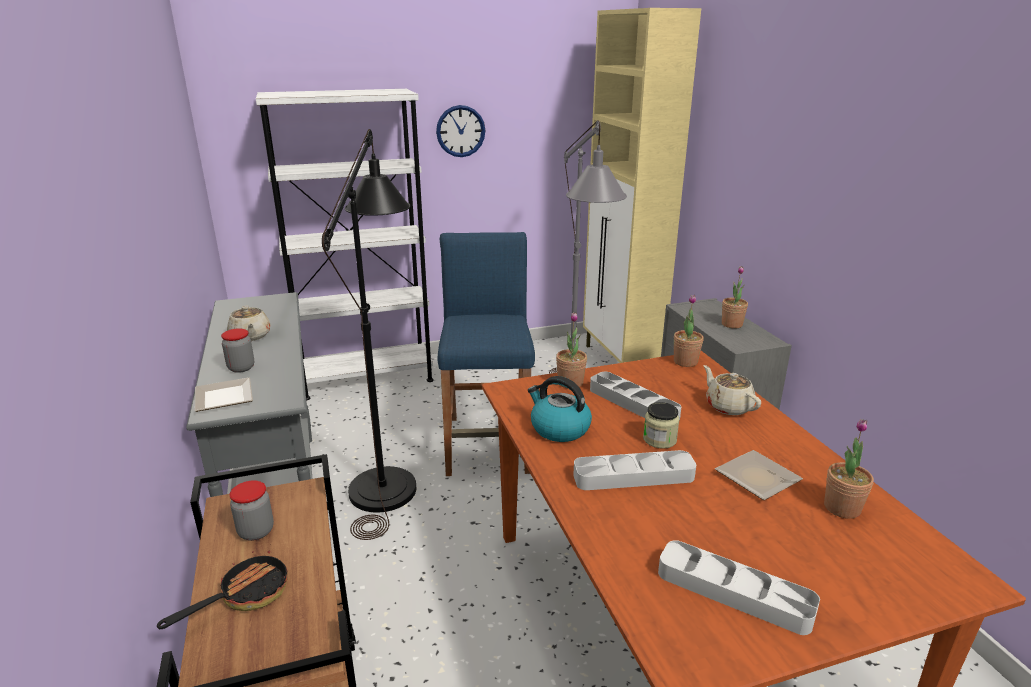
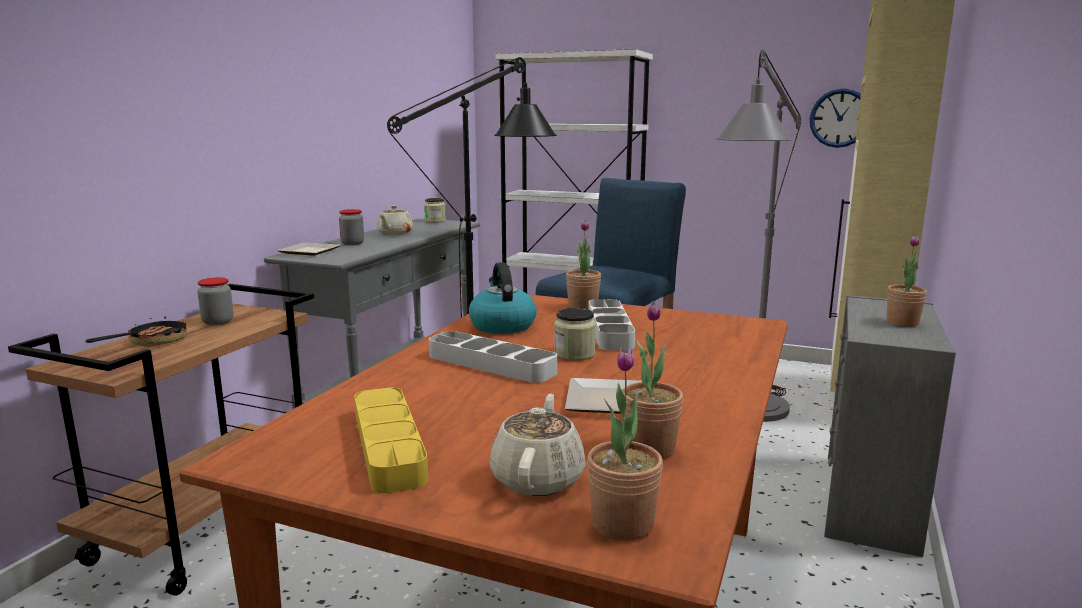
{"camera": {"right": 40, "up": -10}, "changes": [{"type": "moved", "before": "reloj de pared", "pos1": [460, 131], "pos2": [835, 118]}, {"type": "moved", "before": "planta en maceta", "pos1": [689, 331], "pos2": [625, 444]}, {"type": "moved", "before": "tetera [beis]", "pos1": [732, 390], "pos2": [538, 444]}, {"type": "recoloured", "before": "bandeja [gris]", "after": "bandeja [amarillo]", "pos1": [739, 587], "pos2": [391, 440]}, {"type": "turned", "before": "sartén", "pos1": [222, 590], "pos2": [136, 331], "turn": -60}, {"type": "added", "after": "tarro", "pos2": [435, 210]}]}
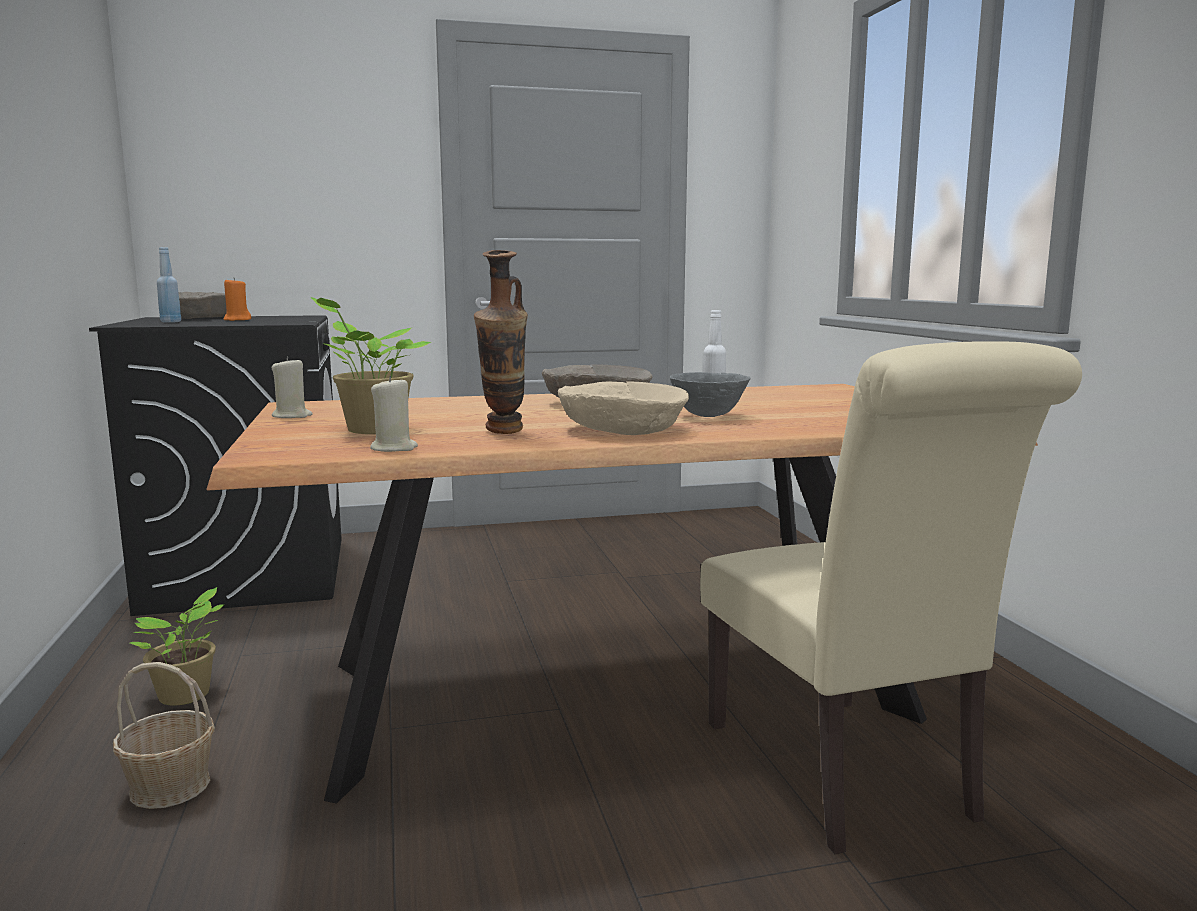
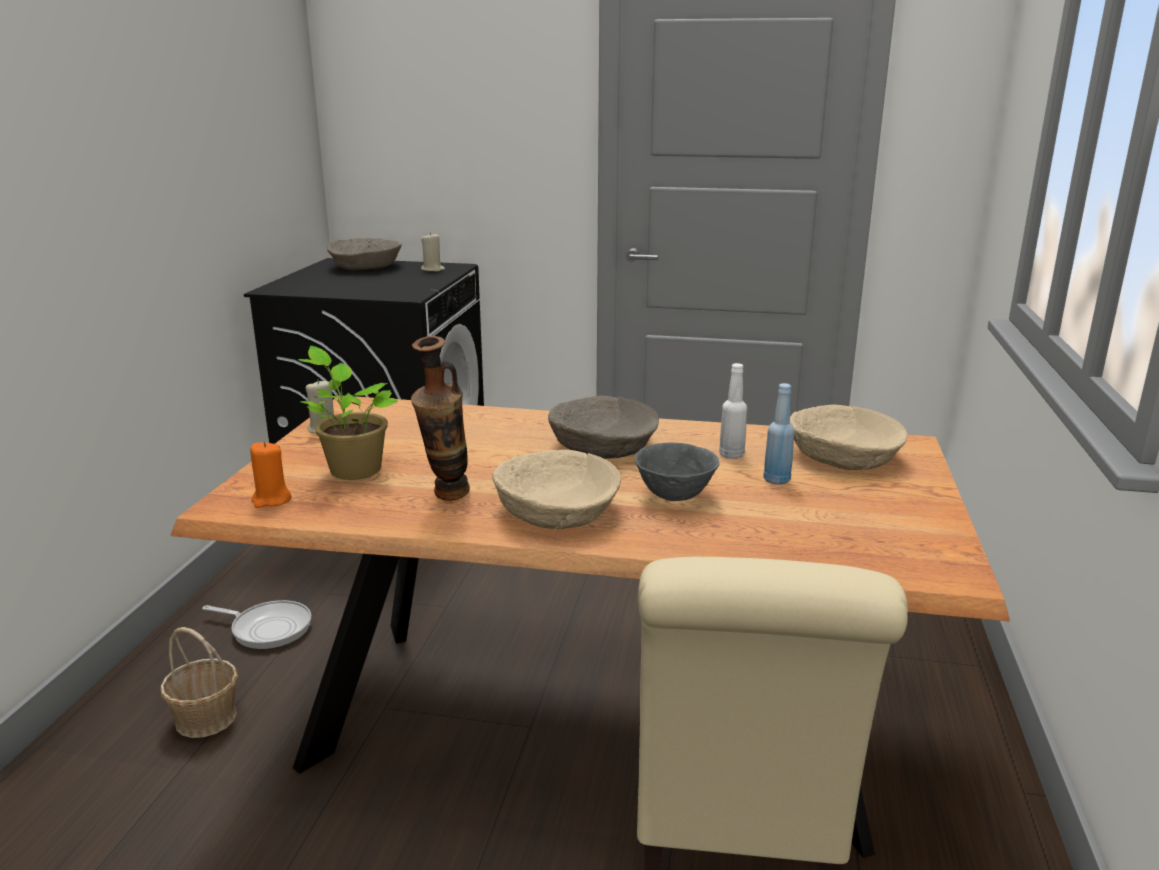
{"camera": {"right": 25, "up": 10}, "changes": [{"type": "moved", "before": "botella [azul]", "pos1": [169, 285], "pos2": [779, 434]}, {"type": "moved", "before": "vela [naranja]", "pos1": [237, 299], "pos2": [271, 474]}, {"type": "moved", "before": "vela [beis]", "pos1": [394, 414], "pos2": [433, 251]}, {"type": "replaced", "before": "planta en maceta", "after": "sartén", "pos1": [177, 646], "pos2": [256, 624]}, {"type": "added", "after": "cuenco [beis]", "pos2": [848, 437]}]}
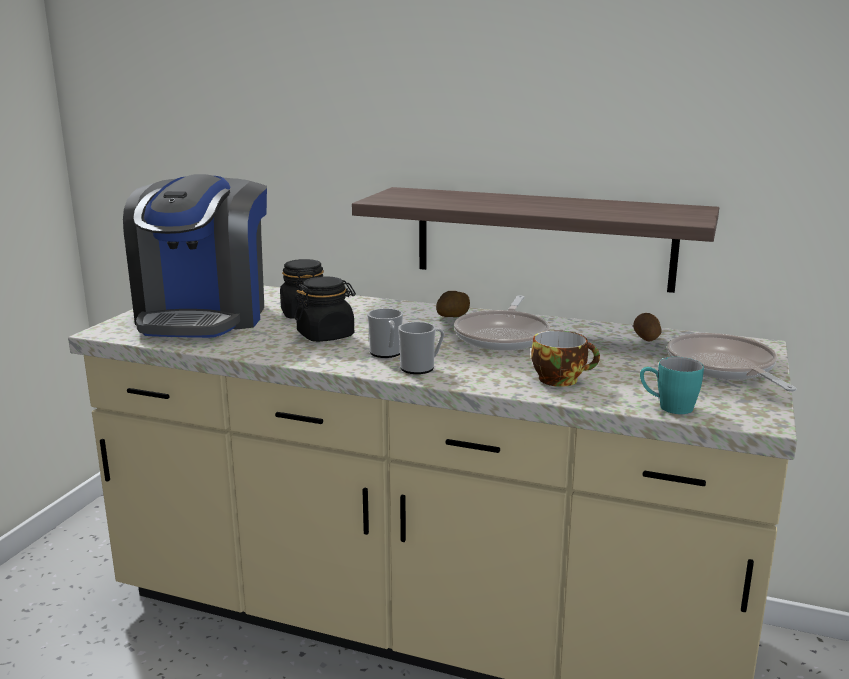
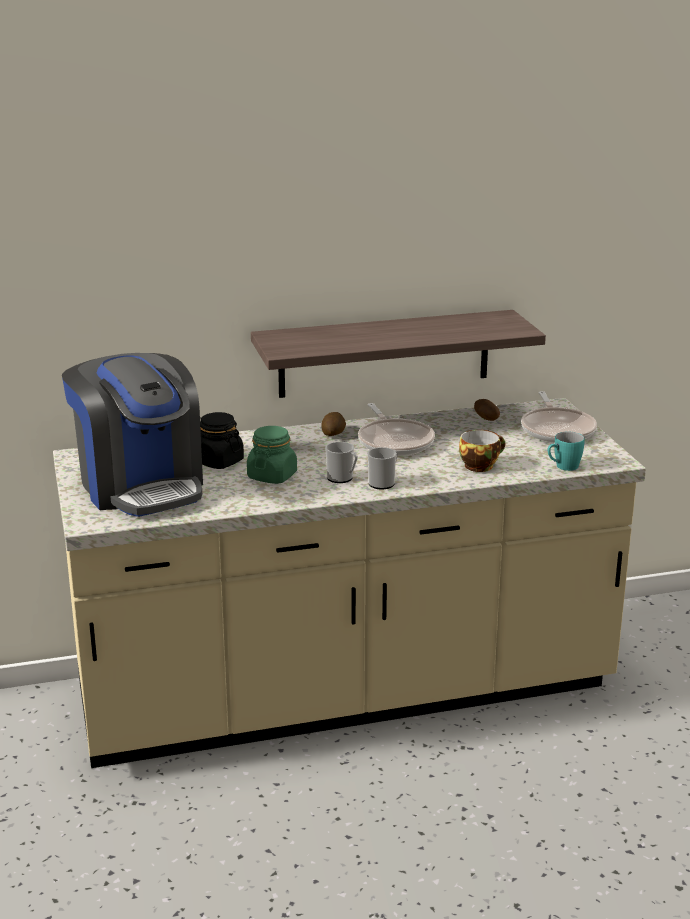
{"camera": {"right": -35, "up": 5}, "changes": [{"type": "recoloured", "before": "tarro [negro]", "after": "tarro [verde]", "pos1": [325, 309], "pos2": [272, 455]}, {"type": "turned", "before": "sartén", "pos1": [732, 362], "pos2": [559, 417], "turn": -135}]}
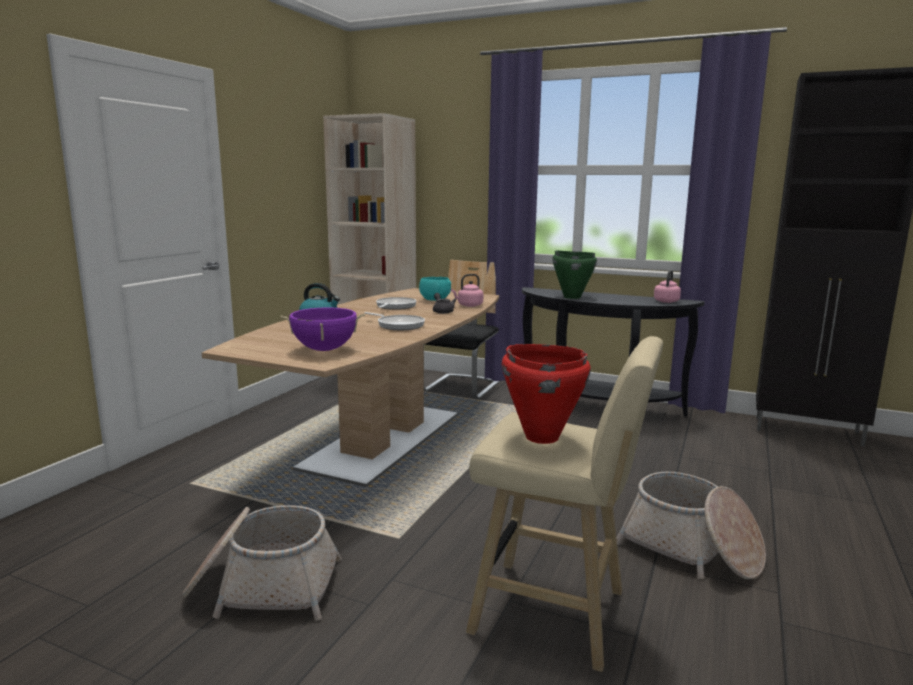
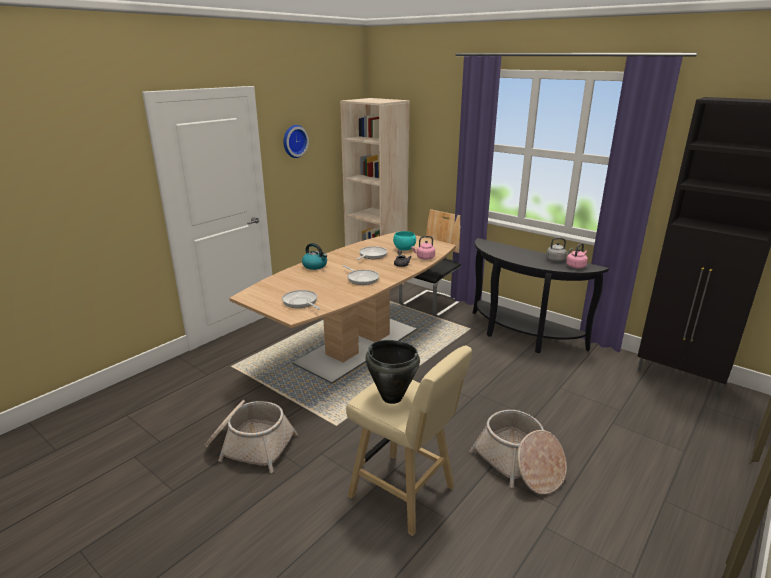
{"camera": {"right": 15, "up": 10}, "changes": [{"type": "removed", "before": "olla [verde]", "pos1": [574, 275]}, {"type": "replaced", "before": "olla [morado]", "after": "sartén", "pos1": [323, 329], "pos2": [301, 300]}, {"type": "recoloured", "before": "olla [rojo]", "after": "olla [negro]", "pos1": [546, 394], "pos2": [393, 372]}, {"type": "added", "after": "reloj de pared", "pos2": [296, 141]}, {"type": "added", "after": "hervidor [gris]", "pos2": [559, 250]}]}
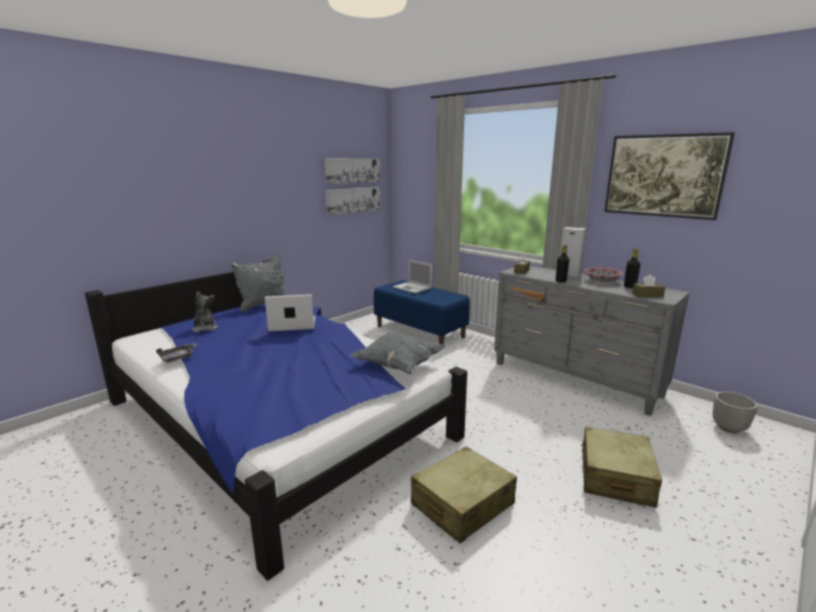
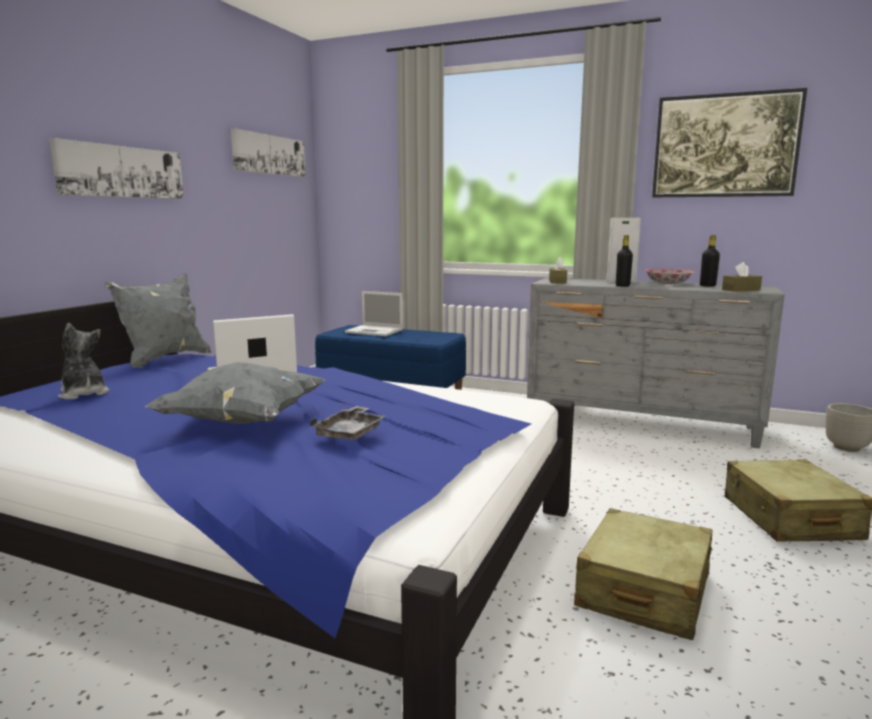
{"camera": {"right": -20, "up": -5}, "changes": [{"type": "moved", "before": "cuadro", "pos1": [353, 201], "pos2": [117, 168]}, {"type": "moved", "before": "cojín [gris]", "pos1": [398, 353], "pos2": [235, 393]}, {"type": "moved", "before": "bandeja [gris]", "pos1": [176, 353], "pos2": [348, 423]}]}
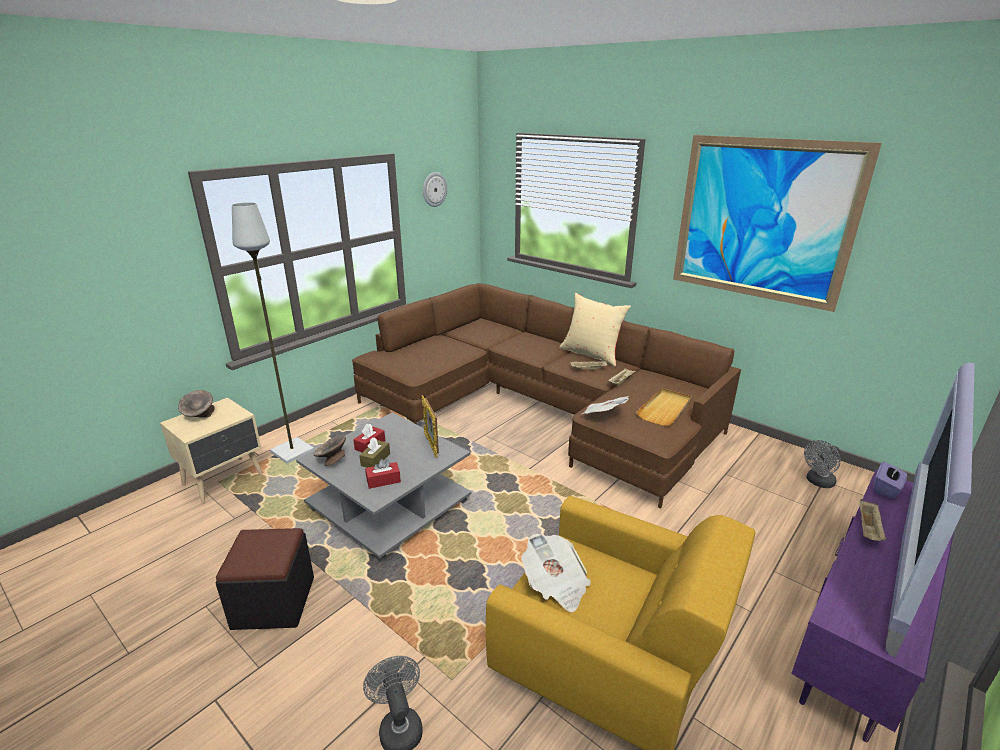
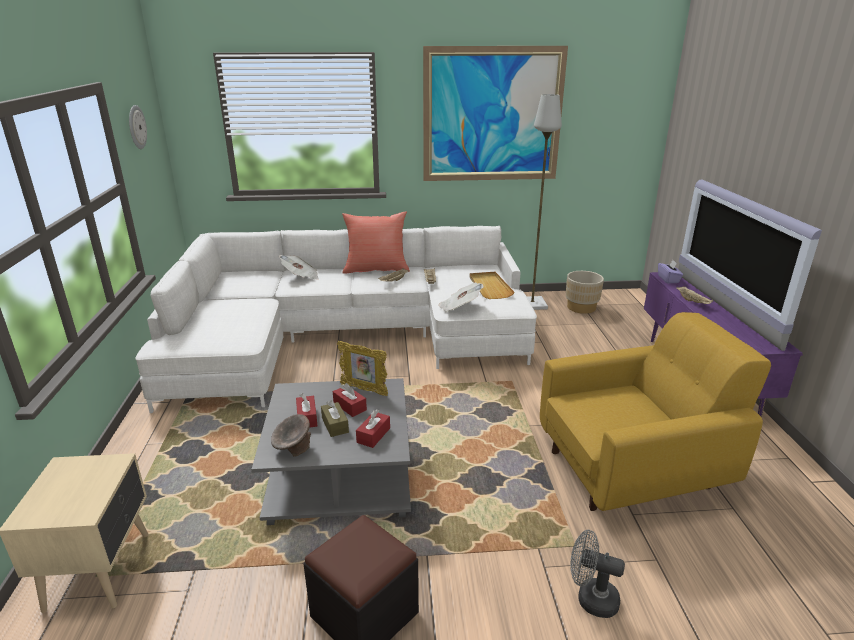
{"camera": {"right": -45, "up": 0}, "changes": [{"type": "moved", "before": "lámpara de pie [gris]", "pos1": [273, 333], "pos2": [544, 202]}, {"type": "recoloured", "before": "sofá [marrón]", "after": "sofá [blanco]", "pos1": [546, 396], "pos2": [336, 319]}, {"type": "recoloured", "before": "cojín [beis]", "after": "cojín [rojo]", "pos1": [595, 330], "pos2": [376, 243]}, {"type": "removed", "before": "cuenco [gris]", "pos1": [196, 404]}, {"type": "replaced", "before": "ventilador [gris]", "after": "maceta [beis]", "pos1": [822, 464], "pos2": [585, 292]}, {"type": "moved", "before": "periódico", "pos1": [556, 572], "pos2": [299, 267]}, {"type": "added", "after": "caja de pañuelos [rojo]", "pos2": [350, 400]}]}
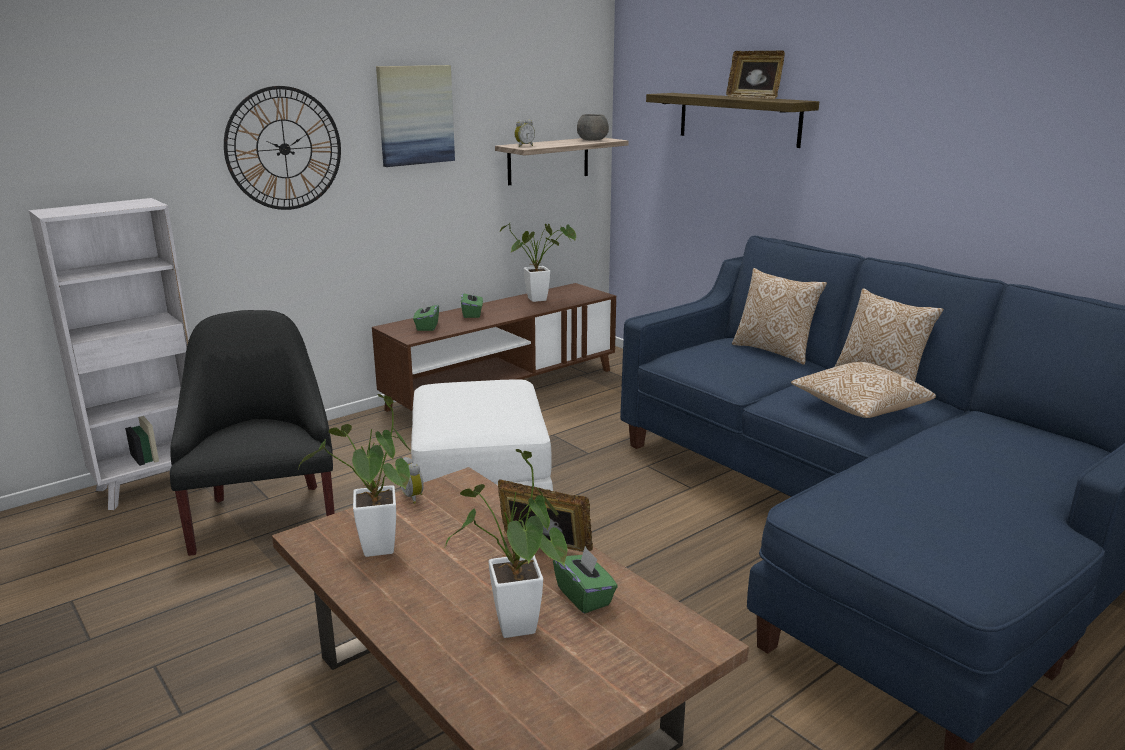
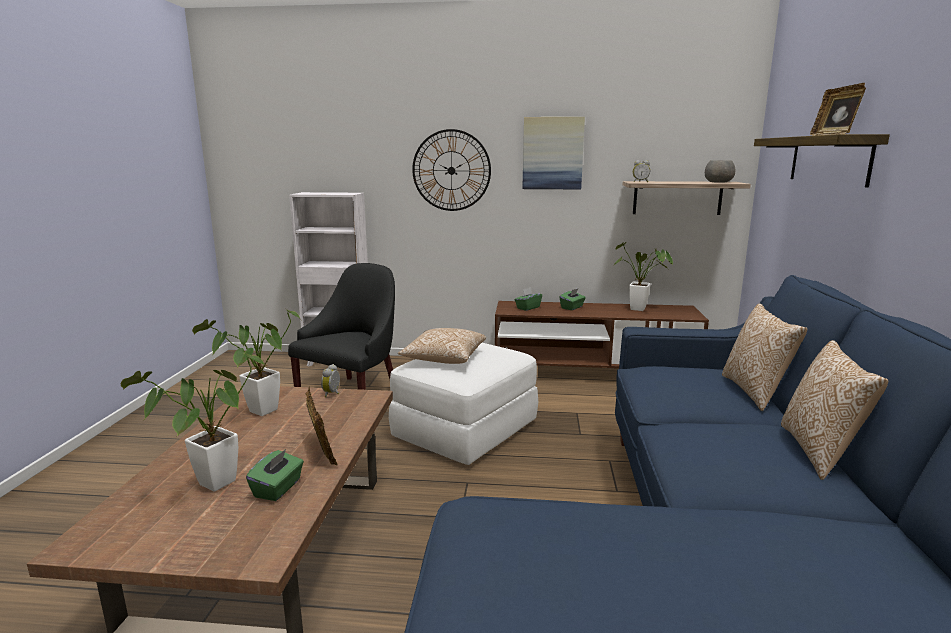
{"camera": {"right": 45, "up": -5}, "changes": [{"type": "moved", "before": "cojín", "pos1": [863, 390], "pos2": [442, 346]}]}
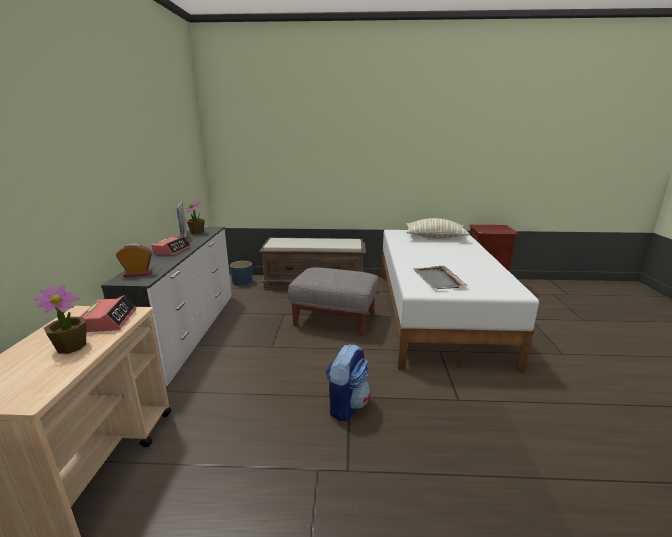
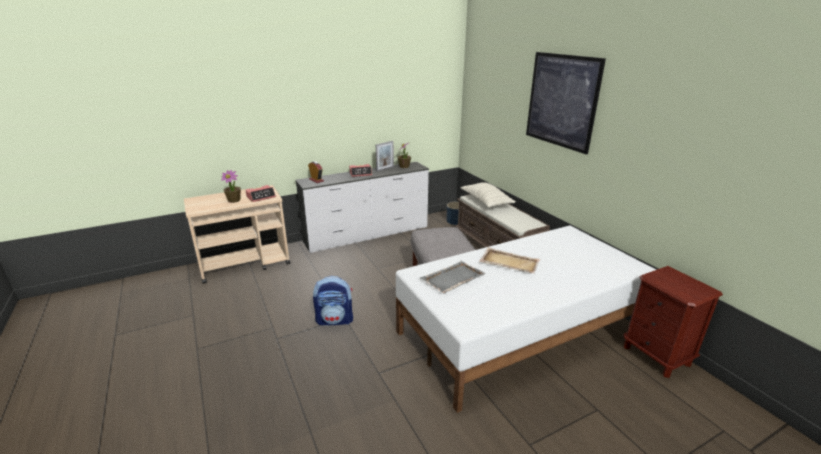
{"camera": {"right": 60, "up": 5}, "changes": [{"type": "moved", "before": "cojín", "pos1": [438, 228], "pos2": [488, 195]}, {"type": "added", "after": "cuadro", "pos2": [566, 103]}, {"type": "added", "after": "bandeja [beis]", "pos2": [510, 260]}]}
